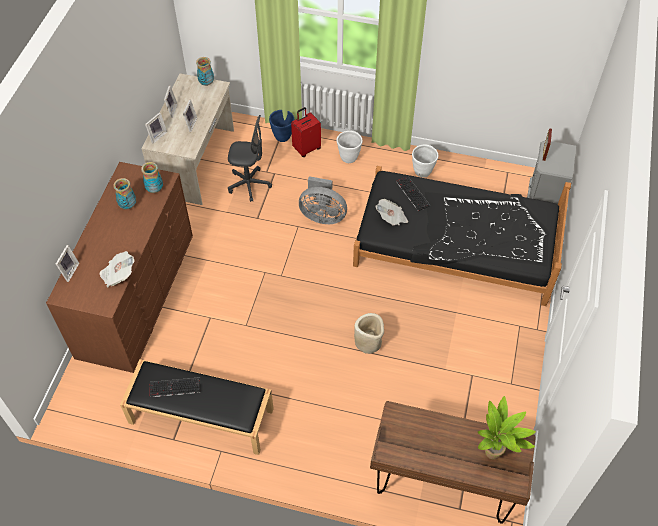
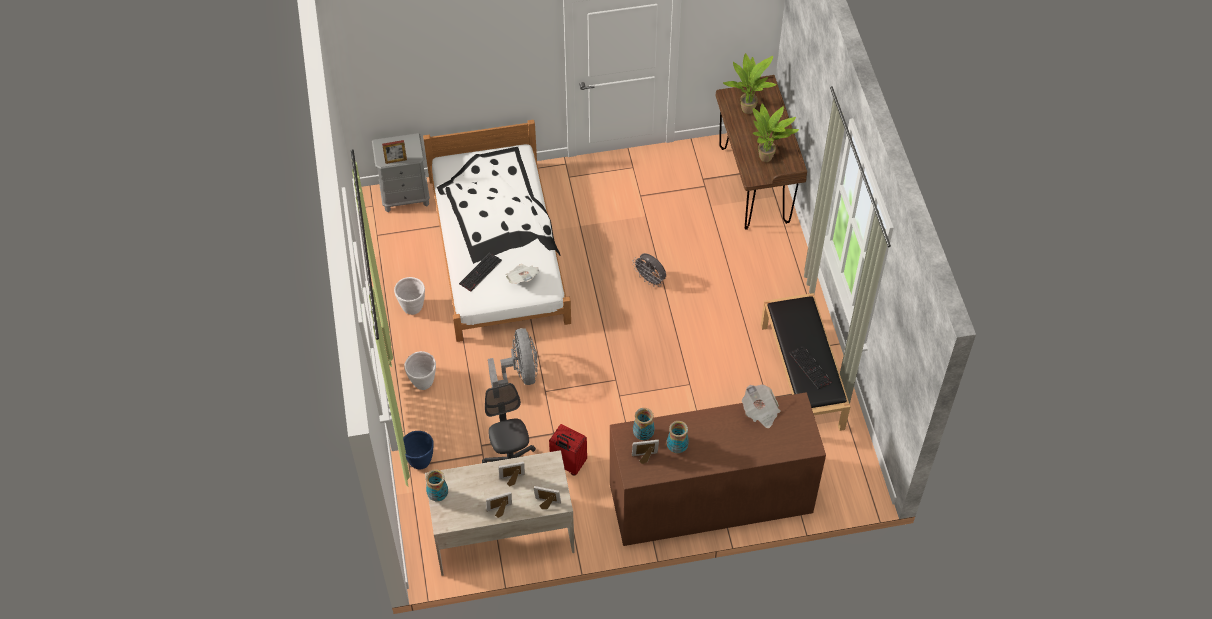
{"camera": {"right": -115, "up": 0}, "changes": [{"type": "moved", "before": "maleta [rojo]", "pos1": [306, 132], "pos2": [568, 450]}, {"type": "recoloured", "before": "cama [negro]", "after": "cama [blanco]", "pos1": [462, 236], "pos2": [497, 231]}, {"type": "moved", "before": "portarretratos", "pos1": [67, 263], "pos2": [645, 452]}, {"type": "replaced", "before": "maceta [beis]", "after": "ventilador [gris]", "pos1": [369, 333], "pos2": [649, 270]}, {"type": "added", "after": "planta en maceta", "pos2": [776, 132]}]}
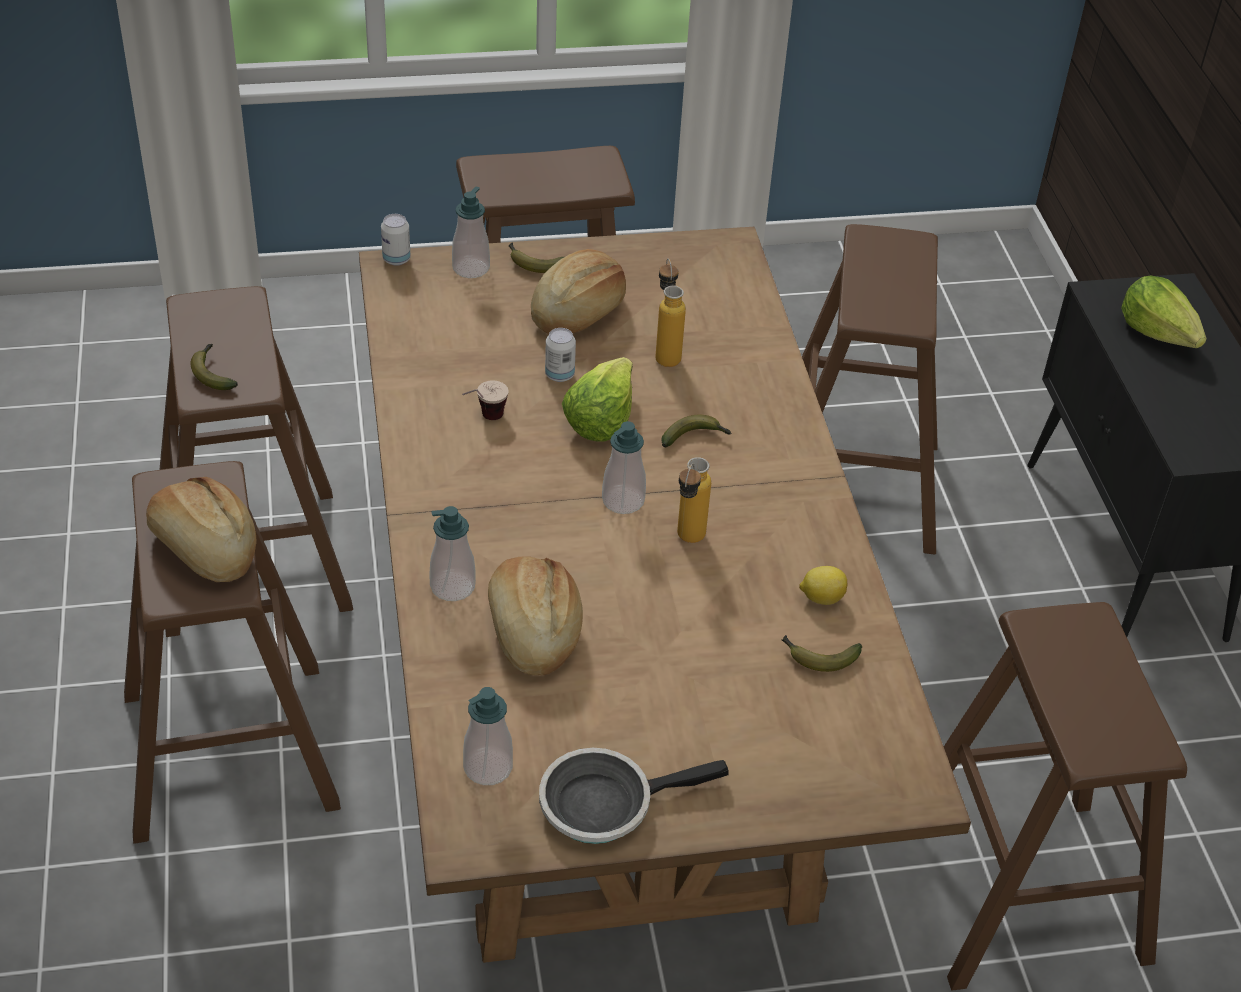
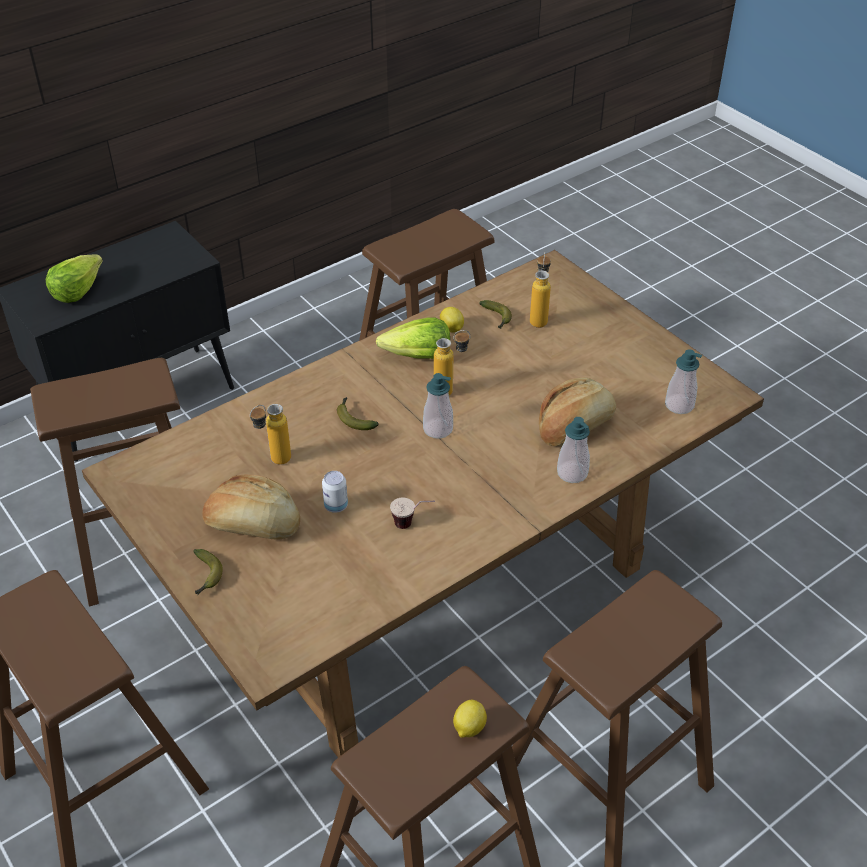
{"camera": {"right": -115, "up": 0}, "changes": [{"type": "removed", "before": "dispensador de jabón", "pos1": [471, 232]}, {"type": "removed", "before": "lata", "pos1": [395, 240]}, {"type": "replaced", "before": "plátano", "after": "limón", "pos1": [214, 367], "pos2": [470, 719]}, {"type": "moved", "before": "lechuga", "pos1": [597, 399], "pos2": [413, 338]}, {"type": "removed", "before": "pan", "pos1": [201, 529]}, {"type": "removed", "before": "sartén", "pos1": [633, 796]}, {"type": "added", "after": "botella", "pos2": [540, 290]}]}
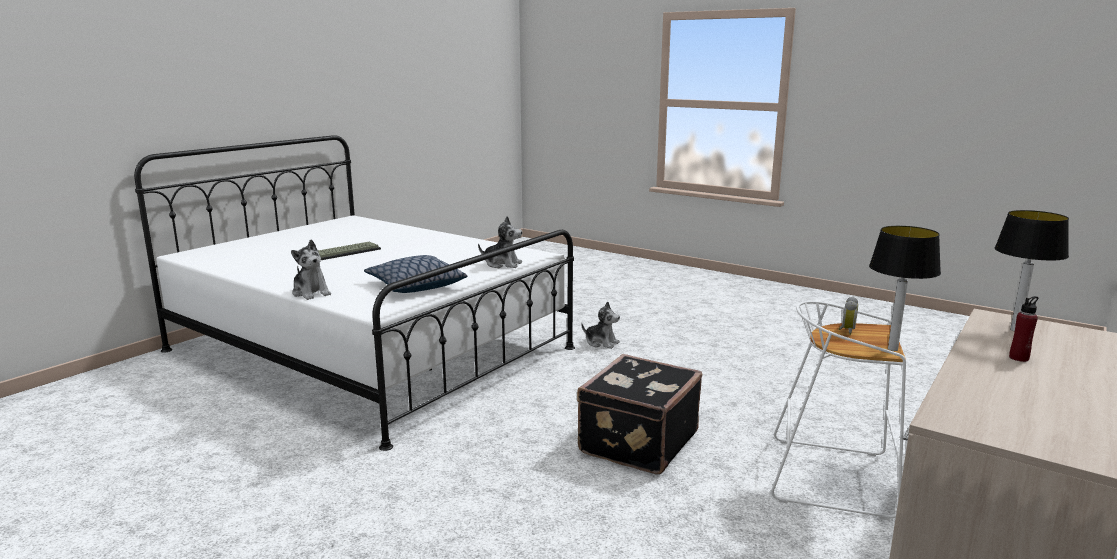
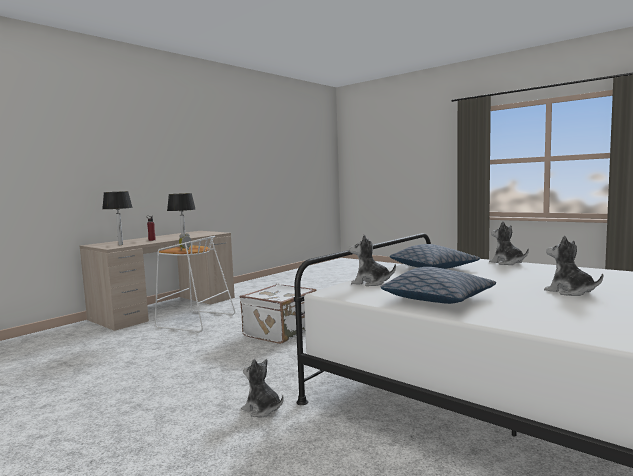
{"camera": {"right": -175, "up": -10}, "changes": [{"type": "replaced", "before": "teclado", "after": "peluche", "pos1": [349, 251], "pos2": [573, 265]}, {"type": "recoloured", "before": "maleta [negro]", "after": "maleta [blanco]", "pos1": [639, 414], "pos2": [278, 314]}, {"type": "added", "after": "cojín", "pos2": [438, 285]}]}
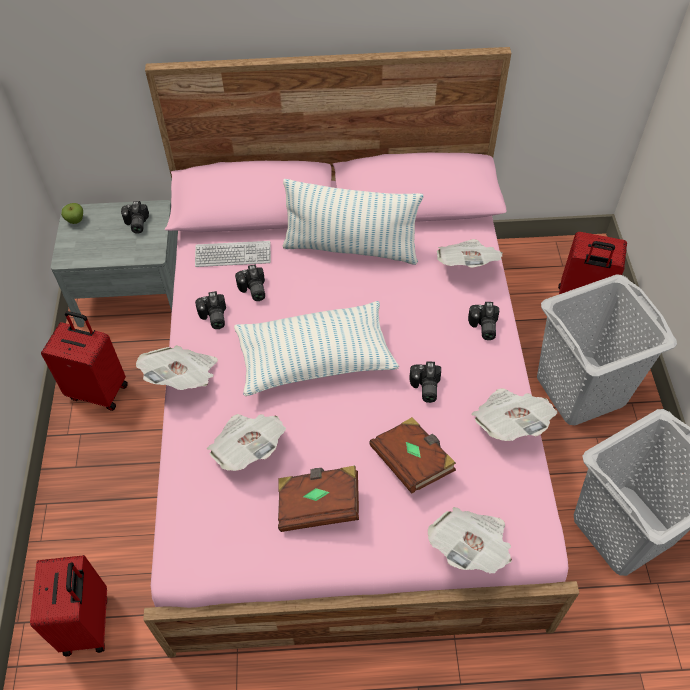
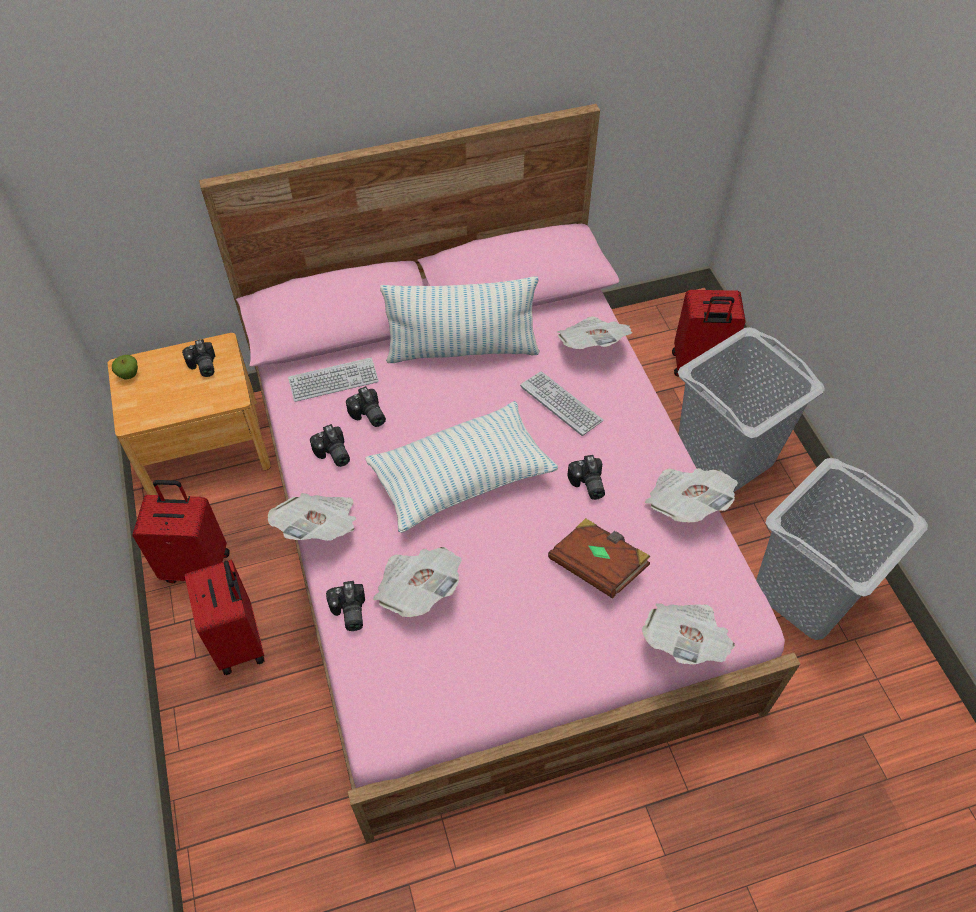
{"camera": {"right": -15, "up": 0}, "changes": [{"type": "recoloured", "before": "mesita de noche [gris]", "after": "mesita de noche [marrón]", "pos1": [114, 263], "pos2": [189, 414]}, {"type": "moved", "before": "cámara", "pos1": [483, 321], "pos2": [345, 606]}, {"type": "removed", "before": "libro [marrón]", "pos1": [318, 499]}, {"type": "moved", "before": "maleta [rojo]", "pos1": [68, 605], "pos2": [225, 617]}, {"type": "added", "after": "teclado", "pos2": [562, 403]}]}
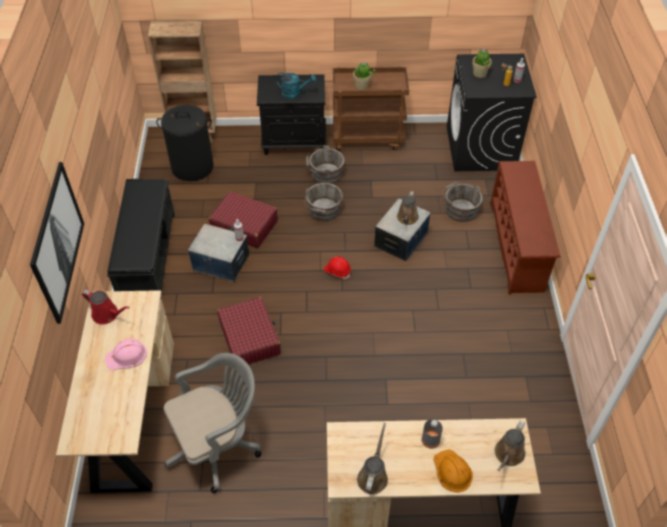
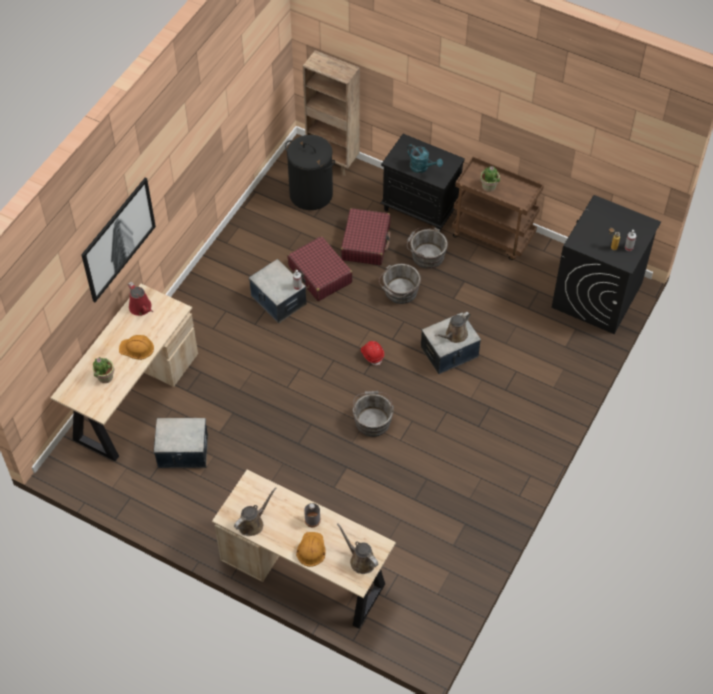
{"camera": {"right": 30, "up": 5}, "changes": [{"type": "moved", "before": "planta en maceta", "pos1": [482, 63], "pos2": [103, 370]}, {"type": "removed", "before": "zapatero [marrón]", "pos1": [525, 228]}, {"type": "removed", "before": "banco [negro]", "pos1": [141, 235]}, {"type": "moved", "before": "cubo [gris]", "pos1": [462, 201], "pos2": [373, 414]}, {"type": "moved", "before": "maleta [rojo]", "pos1": [249, 330], "pos2": [365, 236]}, {"type": "recoloured", "before": "casco [rosa]", "after": "casco [naranja]", "pos1": [126, 354], "pos2": [136, 347]}, {"type": "replaced", "before": "silla de oficina [gris]", "after": "caja de almacenaje", "pos1": [212, 423], "pos2": [180, 443]}, {"type": "turned", "before": "regadera [marrón]", "pos1": [510, 446], "pos2": [357, 548], "turn": 75}]}
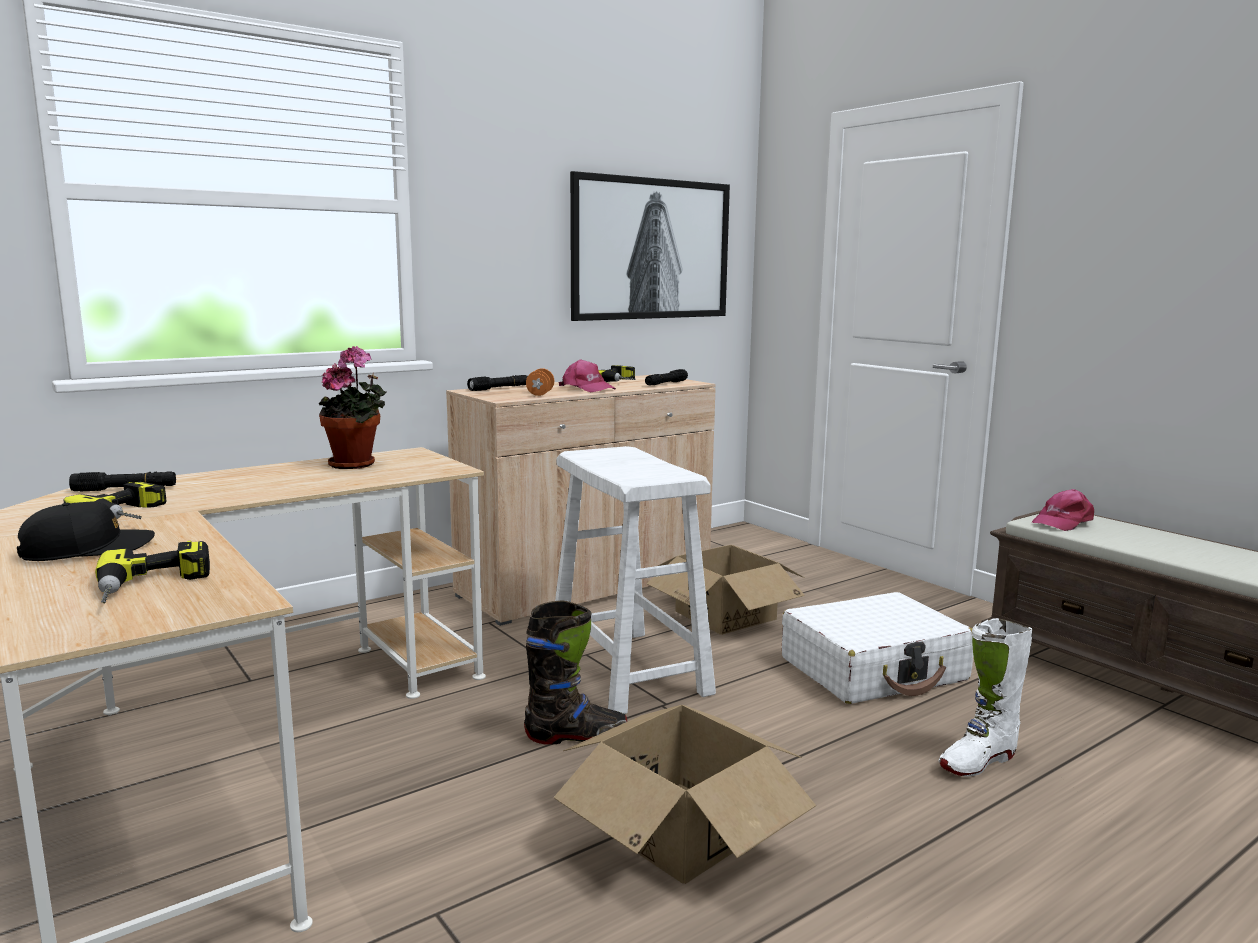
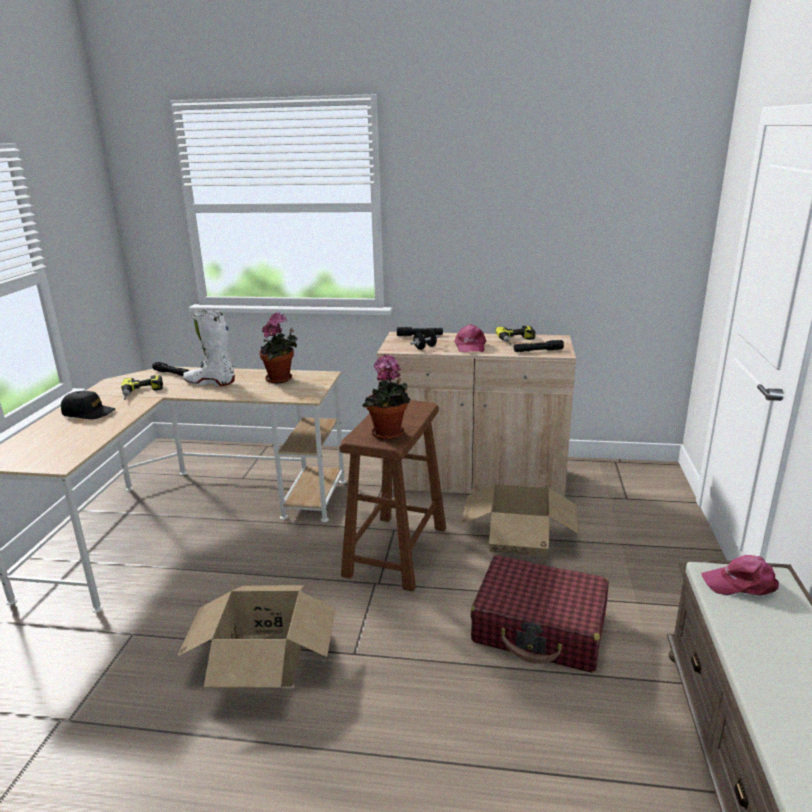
{"camera": {"right": 45, "up": 10}, "changes": [{"type": "removed", "before": "cuadro", "pos1": [650, 246]}, {"type": "recoloured", "before": "mancuerna [naranja]", "after": "mancuerna [negro]", "pos1": [540, 382], "pos2": [425, 340]}, {"type": "recoloured", "before": "taburete [blanco]", "after": "taburete [marrón]", "pos1": [635, 580], "pos2": [392, 495]}, {"type": "removed", "before": "taladro", "pos1": [152, 572]}, {"type": "recoloured", "before": "maleta [blanco]", "after": "maleta [rojo]", "pos1": [877, 648], "pos2": [539, 614]}, {"type": "removed", "before": "bota [negro]", "pos1": [575, 672]}, {"type": "moved", "before": "bota [blanco]", "pos1": [985, 697], "pos2": [209, 348]}, {"type": "added", "after": "planta en maceta", "pos2": [386, 397]}]}
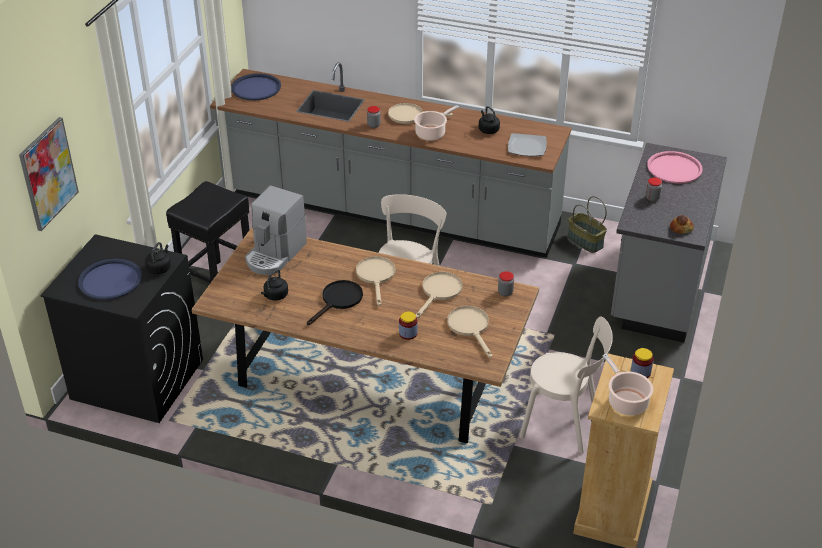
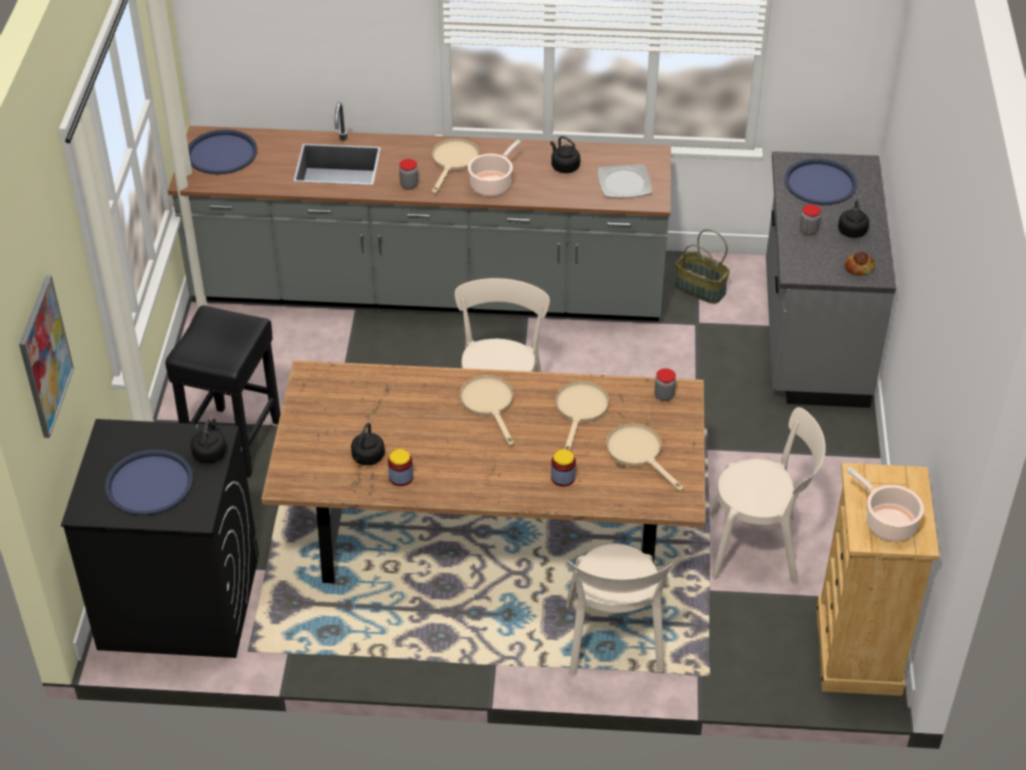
{"camera": {"right": -15, "up": 5}, "changes": [{"type": "turned", "before": "sartén [beis]", "pos1": [420, 113], "pos2": [456, 166], "turn": 120}, {"type": "recoloured", "before": "bandeja [rosa]", "after": "bandeja [azul]", "pos1": [675, 167], "pos2": [821, 182]}, {"type": "removed", "before": "cafetera", "pos1": [276, 230]}, {"type": "removed", "before": "sartén [negro]", "pos1": [335, 302]}, {"type": "moved", "before": "tarro", "pos1": [642, 363], "pos2": [400, 467]}, {"type": "added", "after": "hervidor [negro]", "pos2": [853, 218]}, {"type": "added", "after": "silla [beis]", "pos2": [622, 609]}]}
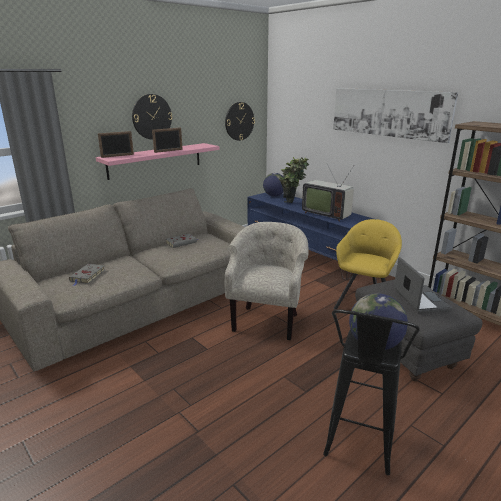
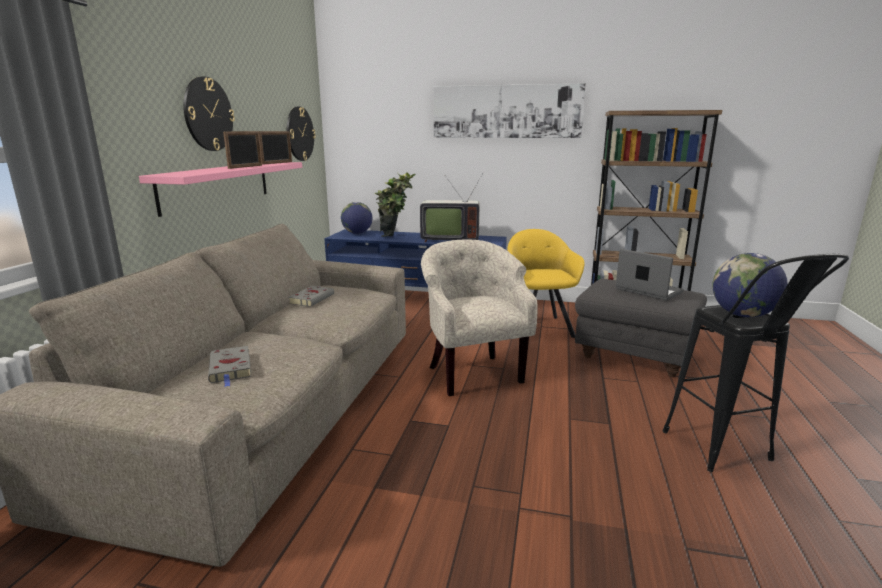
{"camera": {"right": -35, "up": -5}, "changes": [{"type": "moved", "before": "portarretratos", "pos1": [116, 144], "pos2": [275, 148]}]}
